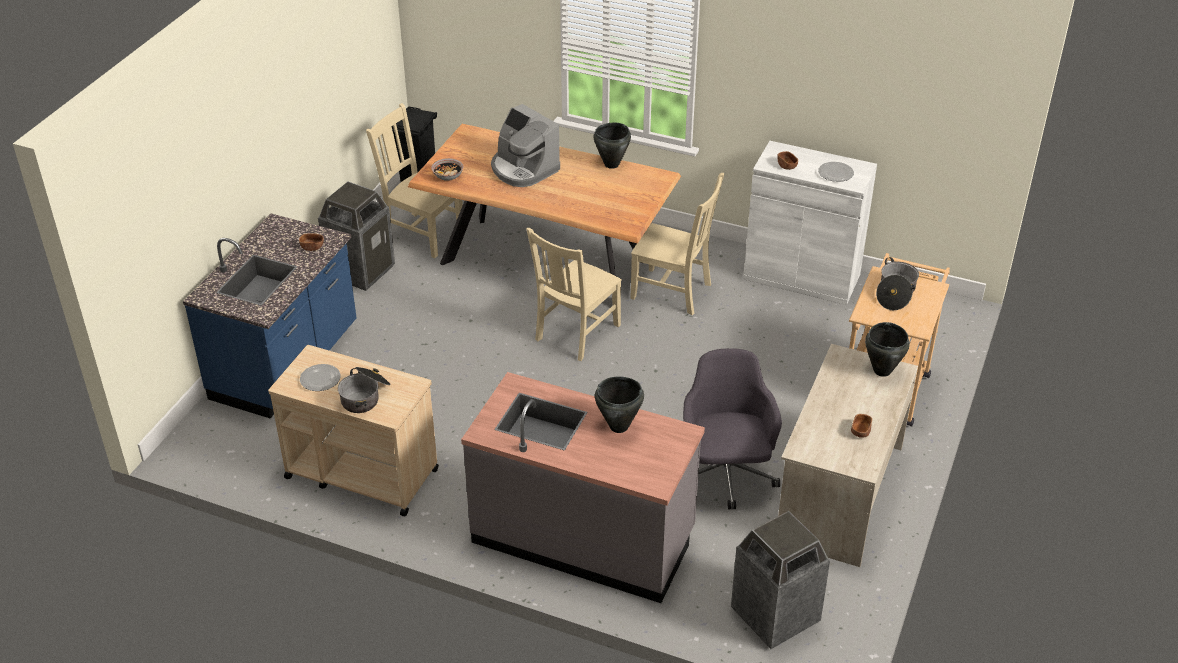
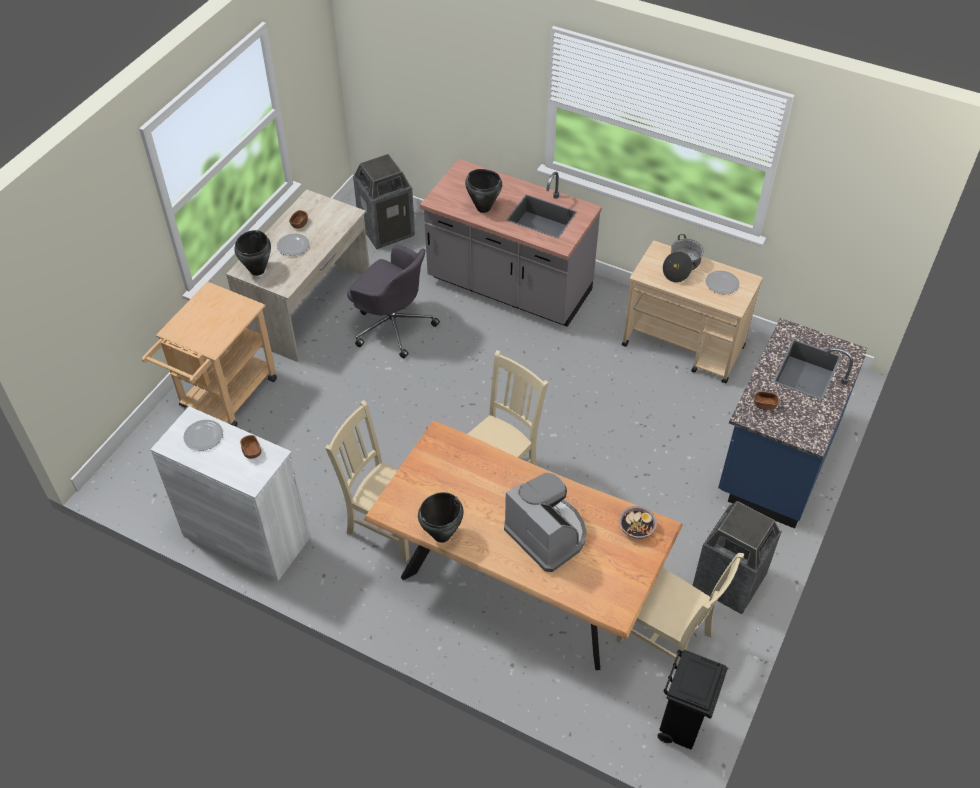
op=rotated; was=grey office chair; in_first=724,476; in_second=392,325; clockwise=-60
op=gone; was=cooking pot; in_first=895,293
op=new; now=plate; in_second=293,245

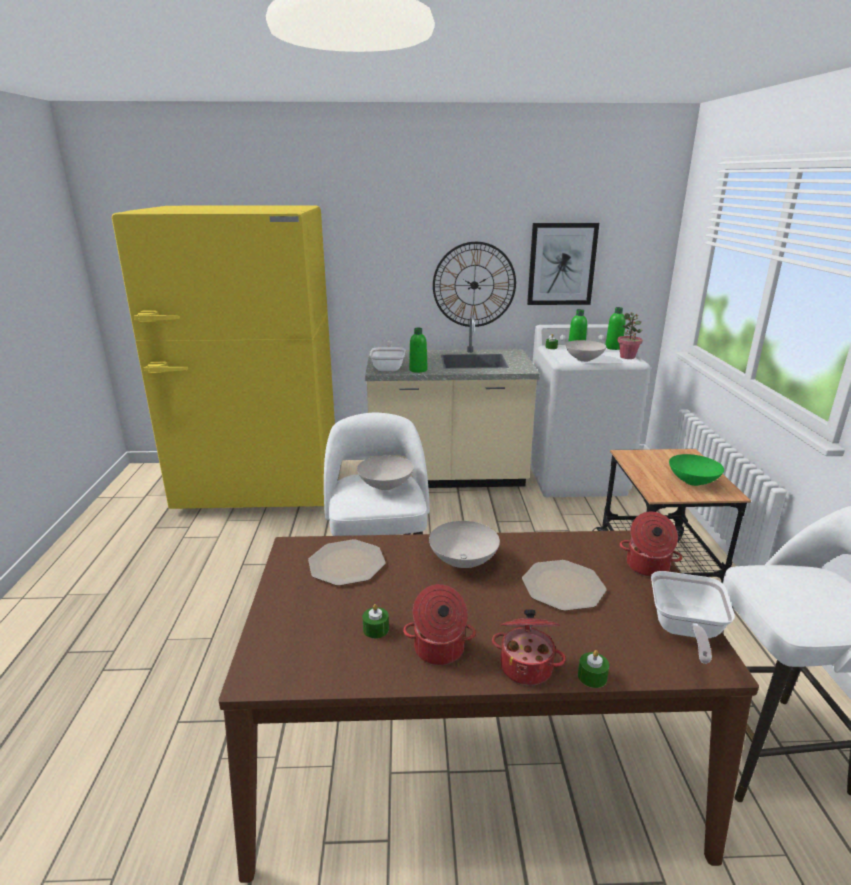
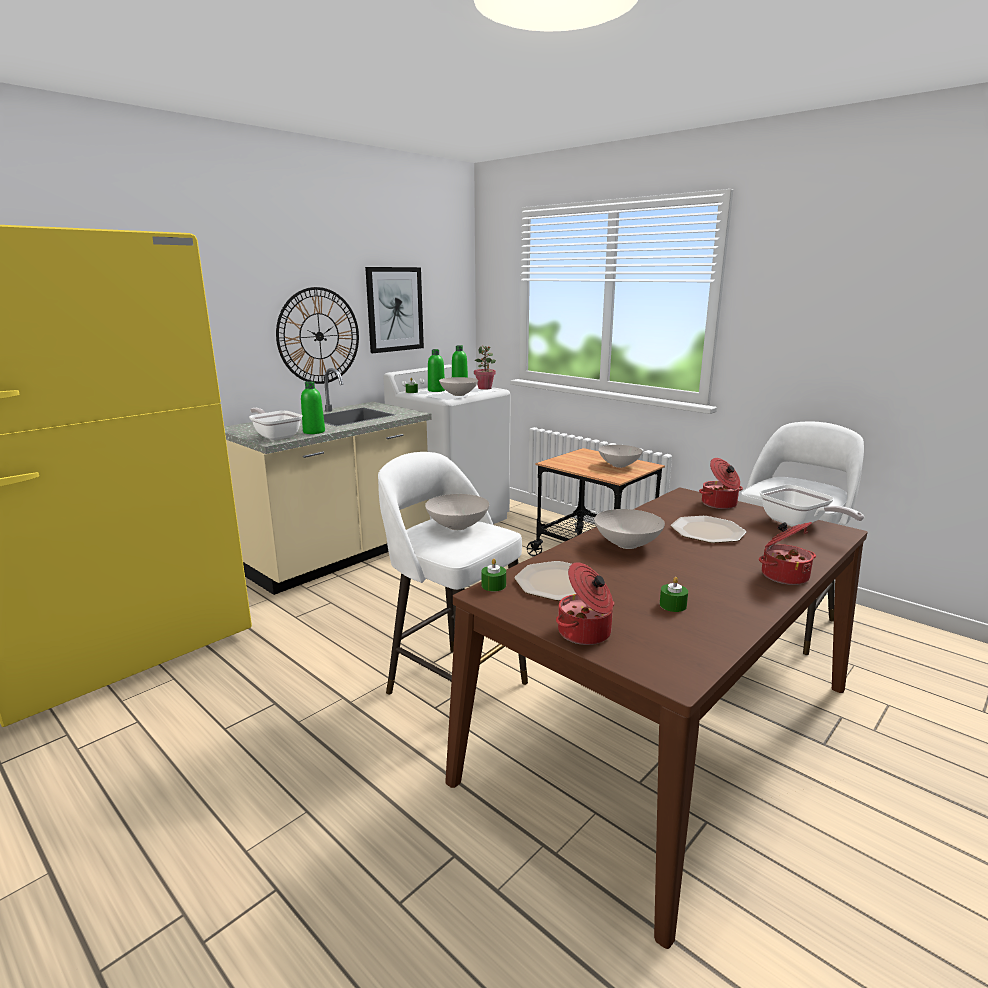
op=shifted; was=cooking pot; in_first=439,650; in_second=585,633
op=shifted; was=green candle; in_first=592,677; in_second=493,585
op=repainted; was=green bowl; now=white bowl; in_first=693,482; in_second=620,465

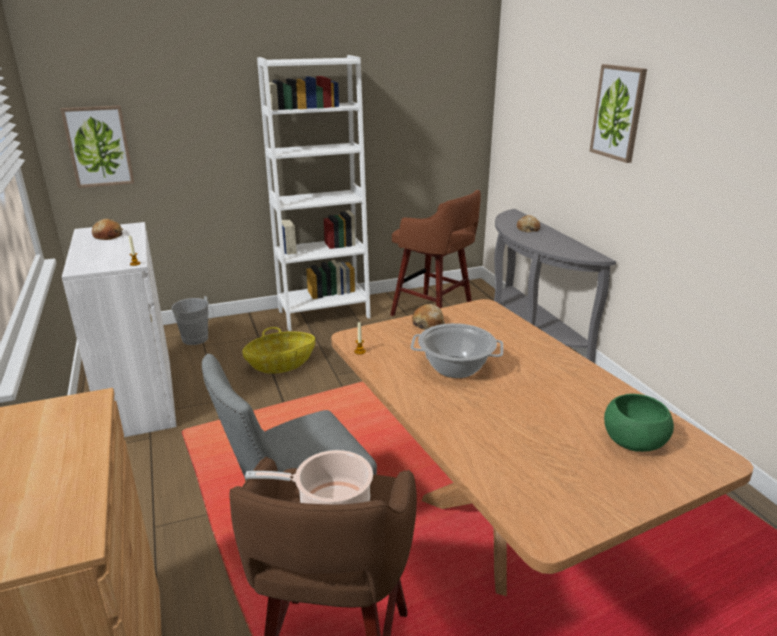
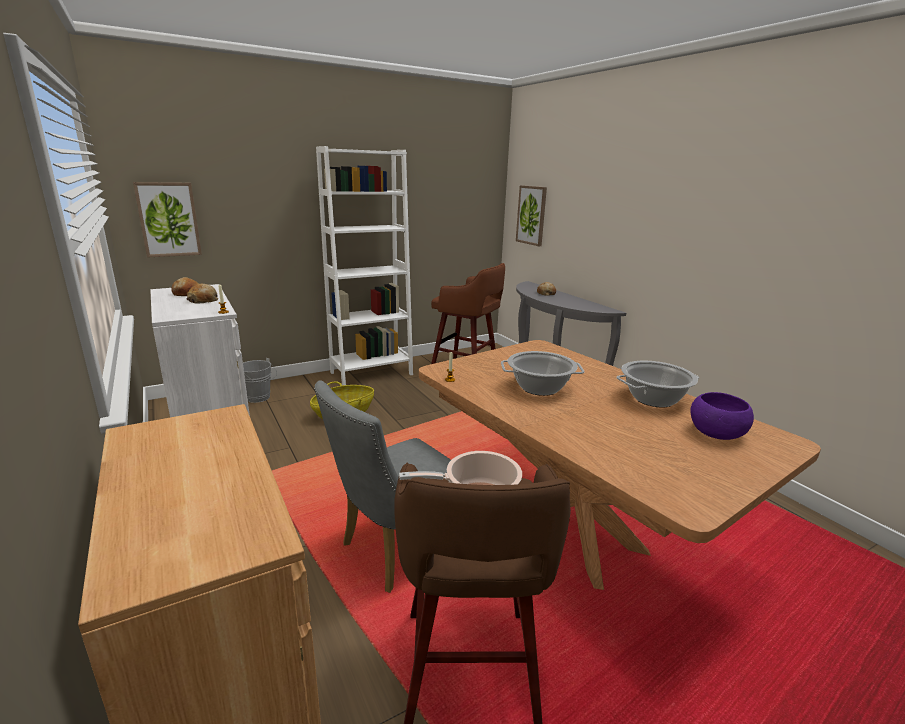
op=shifted; was=bread; in_first=428,323; in_second=203,300
op=shifted; was=picture; in_first=618,112; in_second=531,215
op=repainted; was=green bowl; now=purple bowl; in_first=633,441; in_second=716,433
op=new; now=cooking pot; in_second=653,399

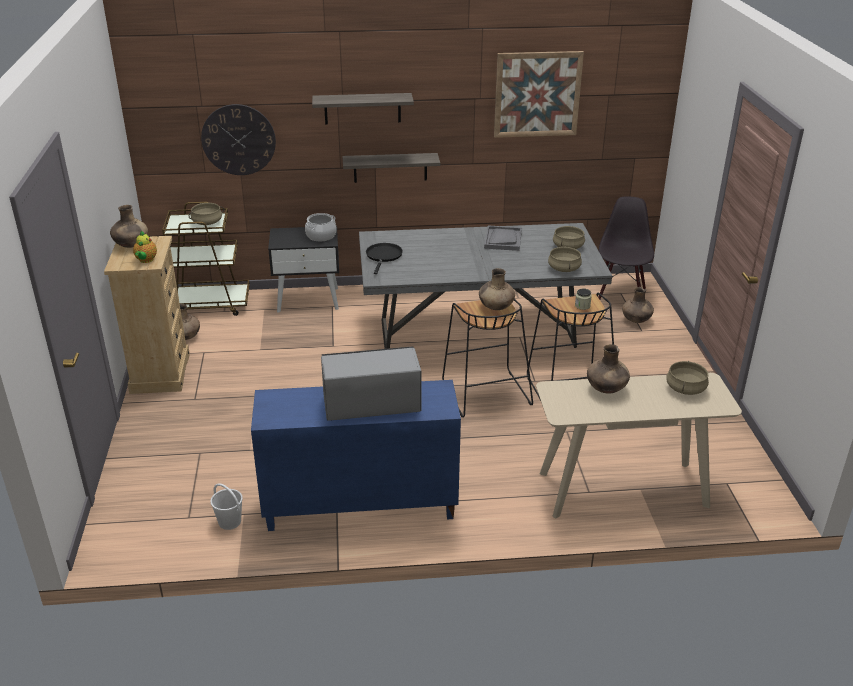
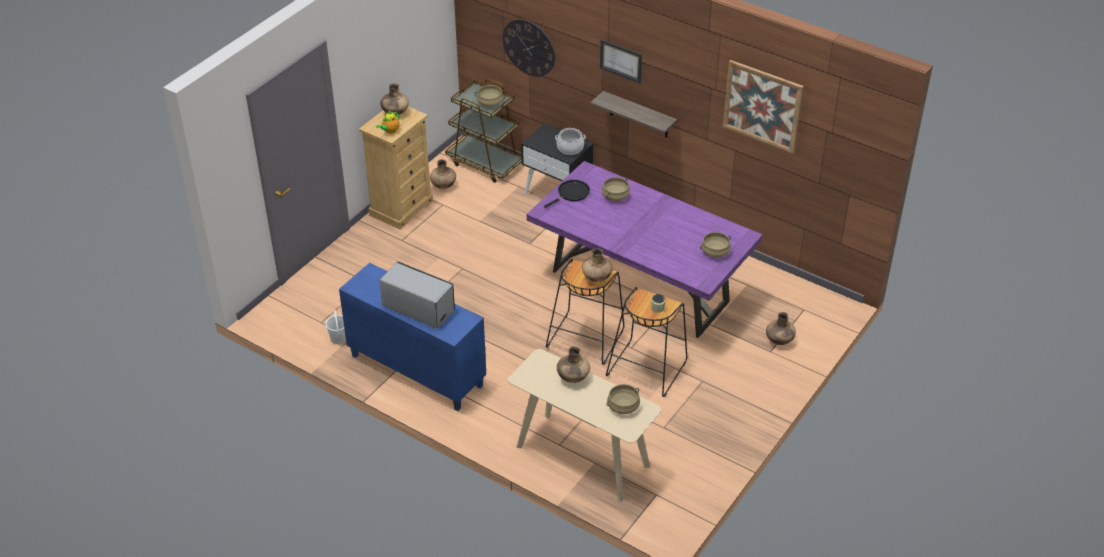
op=swapped; was=shelf; now=picture; in_first=362,108; in_second=621,61
op=repainted; was=grey dining table; now=purple dining table; in_first=477,334; in_second=641,287
op=gone; was=grey tray; in_first=503,239
op=shifted; was=beige cooking pot; in_first=564,269; in_second=615,196
op=gone; was=black chair; in_first=620,295

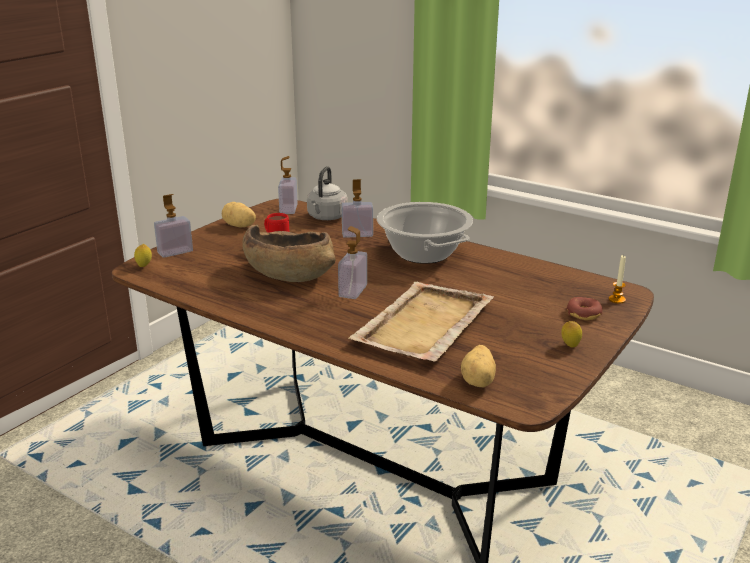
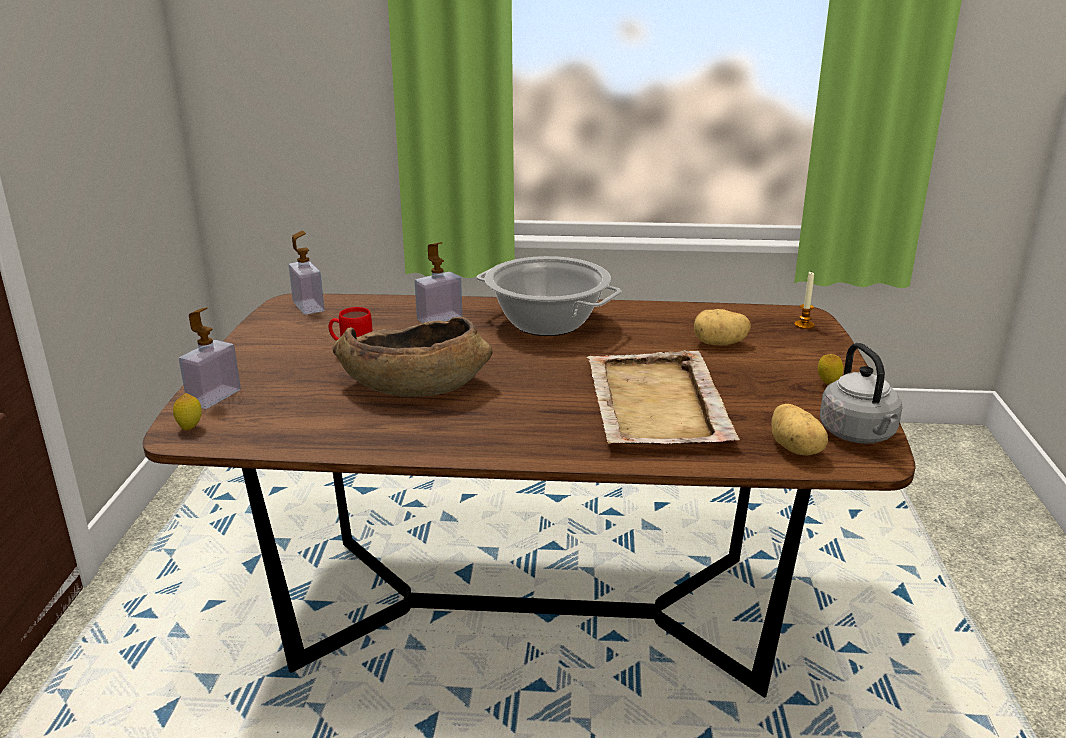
op=shifted; was=potato; in_first=239,226; in_second=719,344
op=shifted; was=grey kettle; in_first=326,217; in_second=859,435
op=gone; was=soap dispenser; in_first=353,291
op=gone; was=donut; in_first=583,314

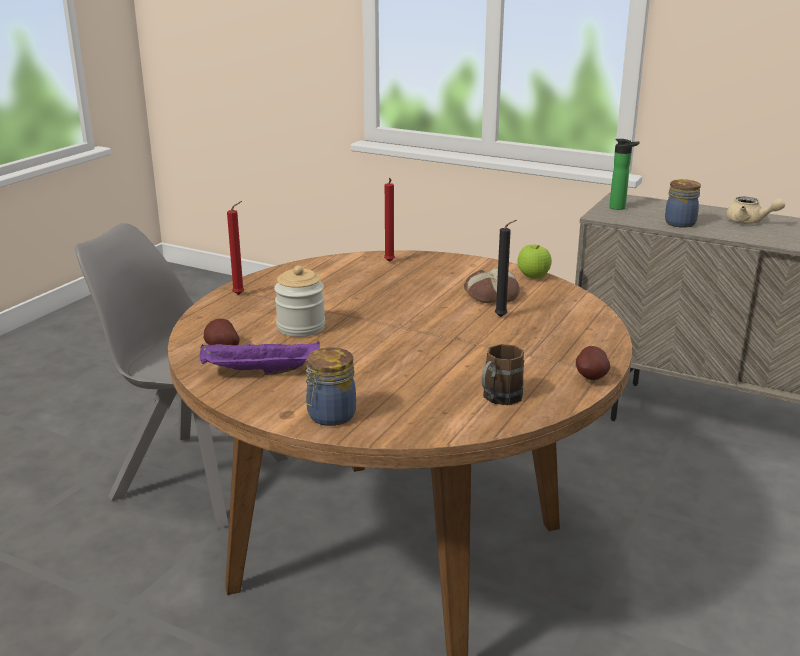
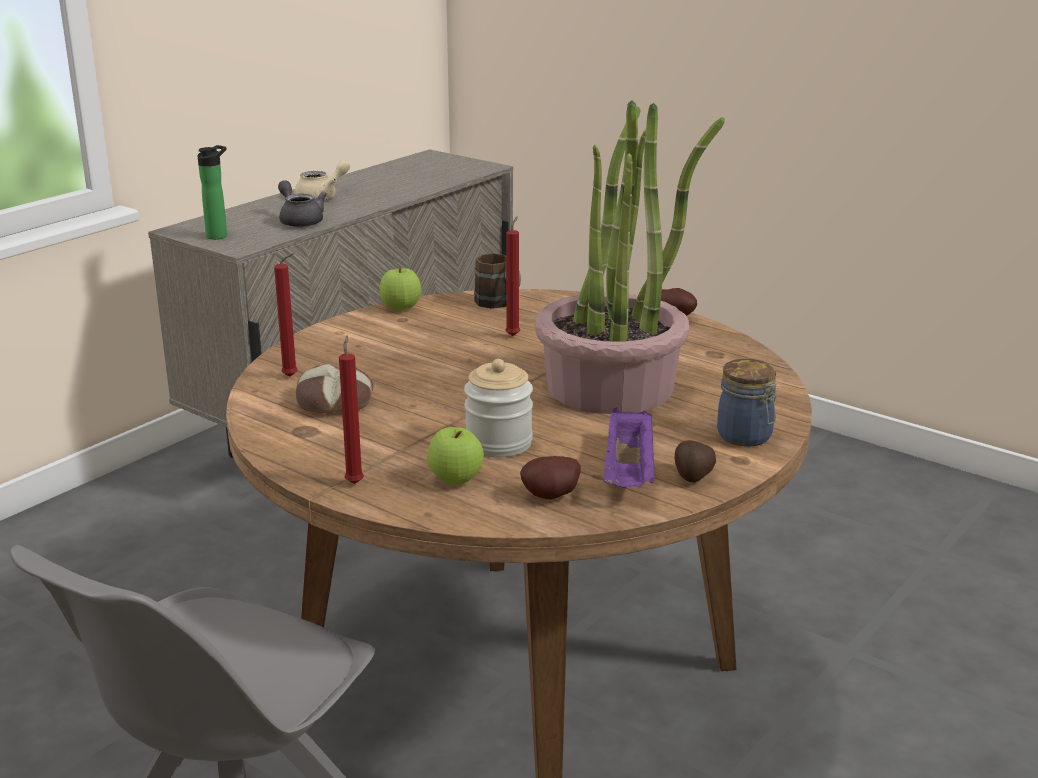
op=shifted; was=bread; in_first=491,294; in_second=334,401
op=shifted; was=brown mug; in_first=497,399; in_second=499,304
op=repainted; was=black candle; now=red candle; in_first=503,317; in_second=514,335
op=swapped; was=jar; now=grey teapot; in_first=680,223; in_second=300,220
op=new; now=apple; in_second=456,480
op=new; now=potted plant; in_second=611,386
op=new; now=potato; in_second=692,477

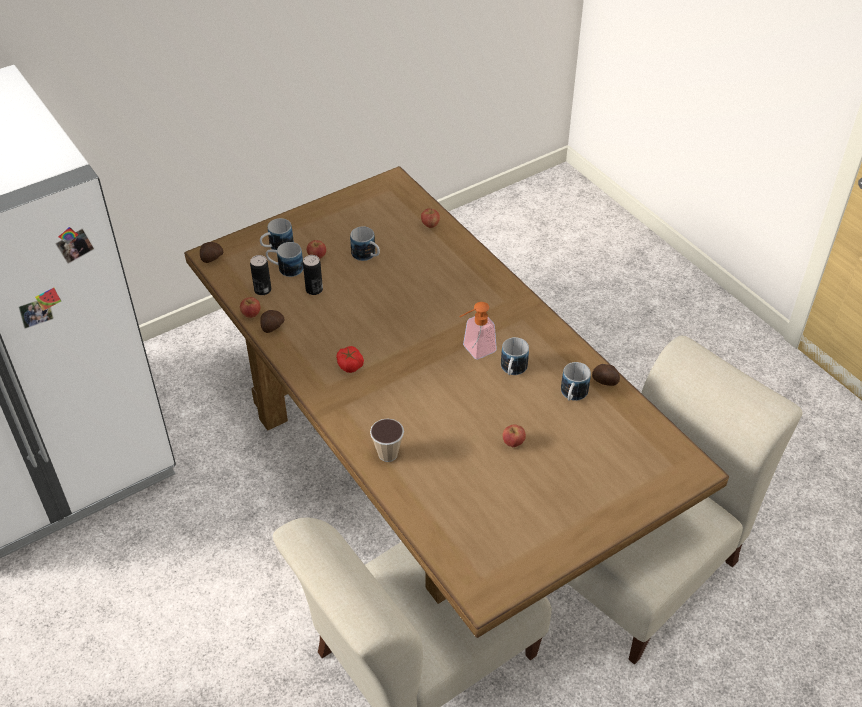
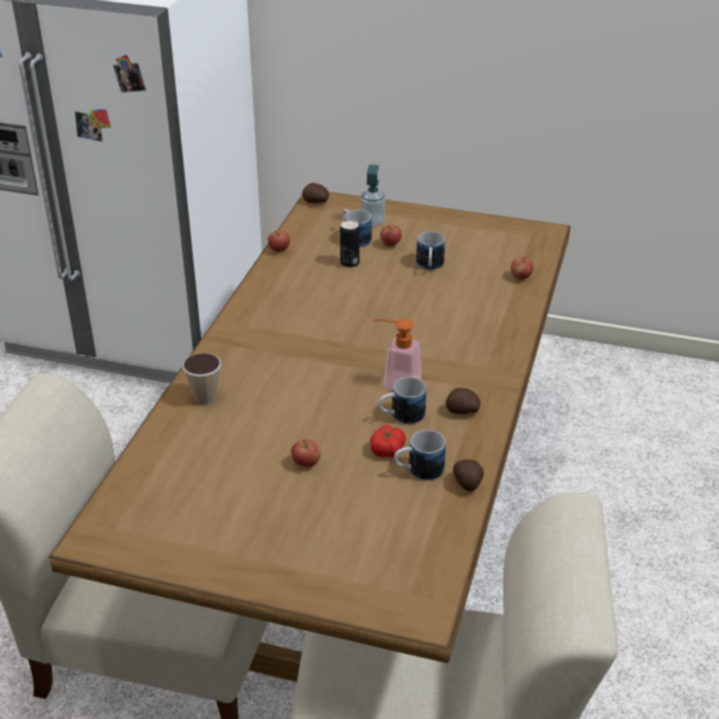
op=gone; was=can; in_first=262,290
op=swapped; was=mug; now=soap dispenser; in_first=277,247; in_second=372,222
op=shifted; was=potato; in_first=272,327; in_second=462,411
op=shifted; was=tomato; in_first=350,365; in_second=387,449

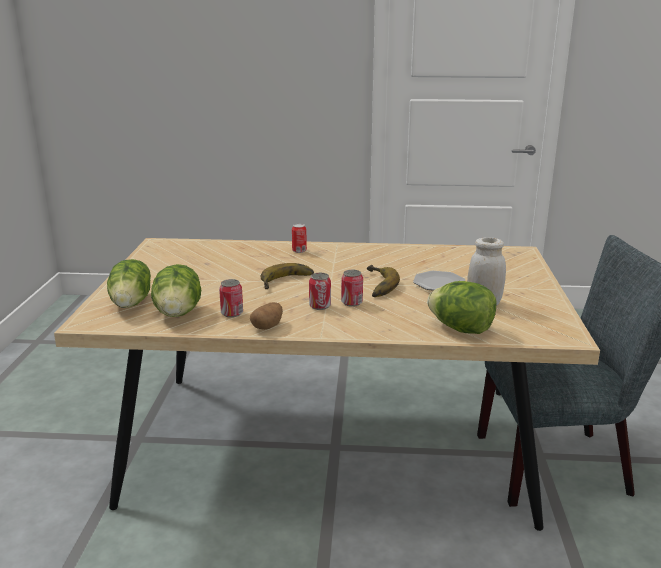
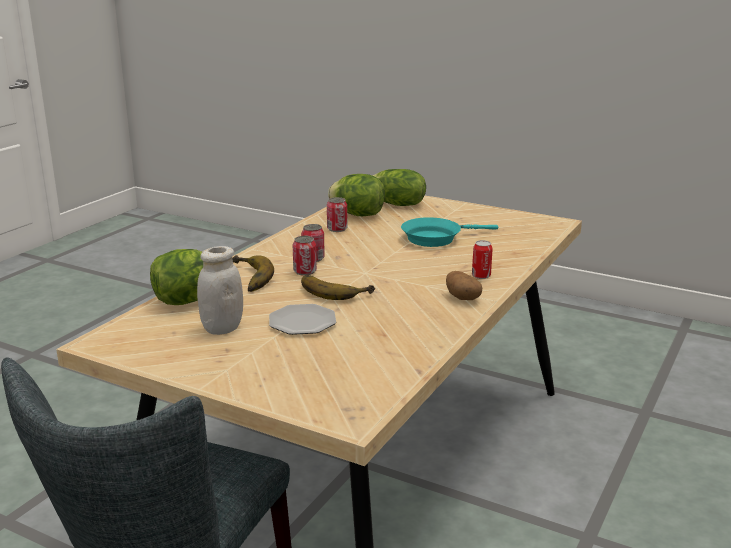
op=shifted; was=potato; in_first=267,326; in_second=463,298
op=shifted; was=banana; in_first=288,282; in_second=246,278
op=new; now=turquoise frying pan; in_second=435,238

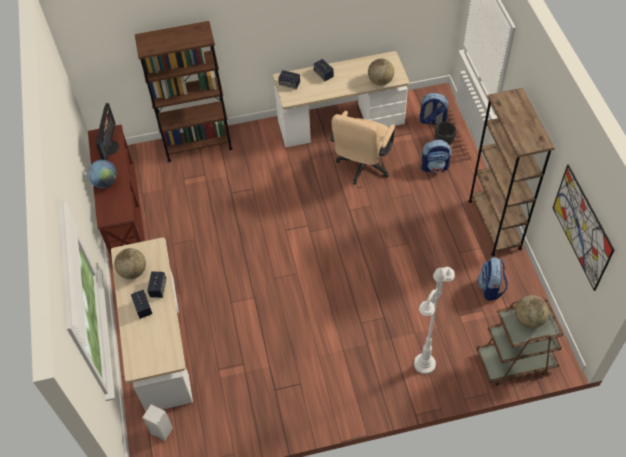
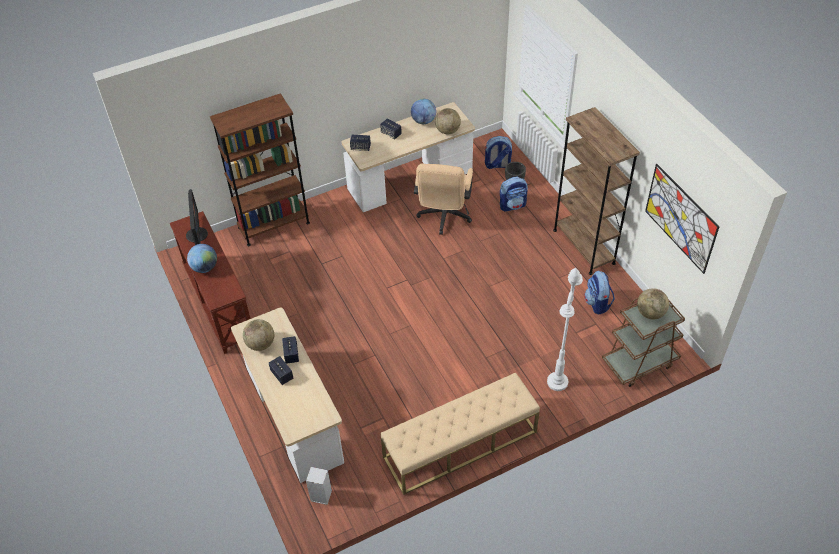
op=new; now=beige bench; in_second=460,444
op=new; now=globe; in_second=423,121

